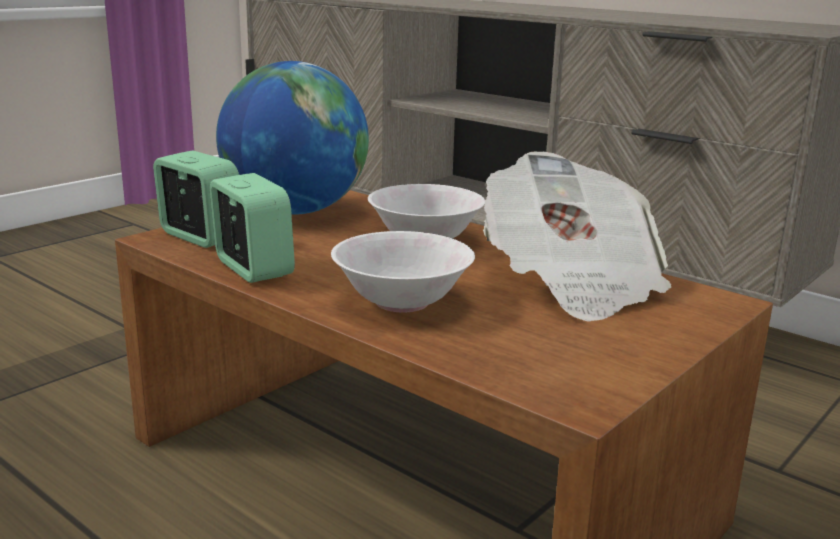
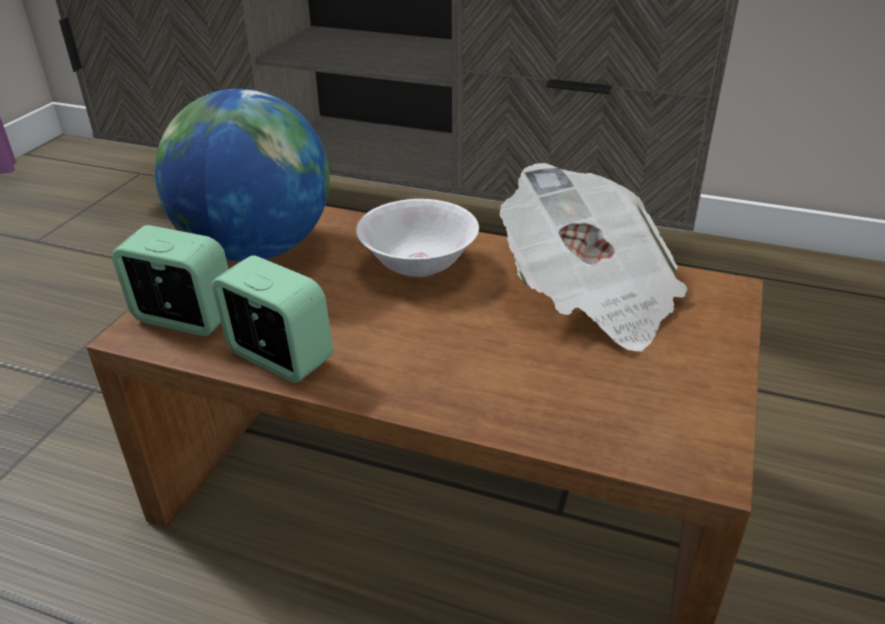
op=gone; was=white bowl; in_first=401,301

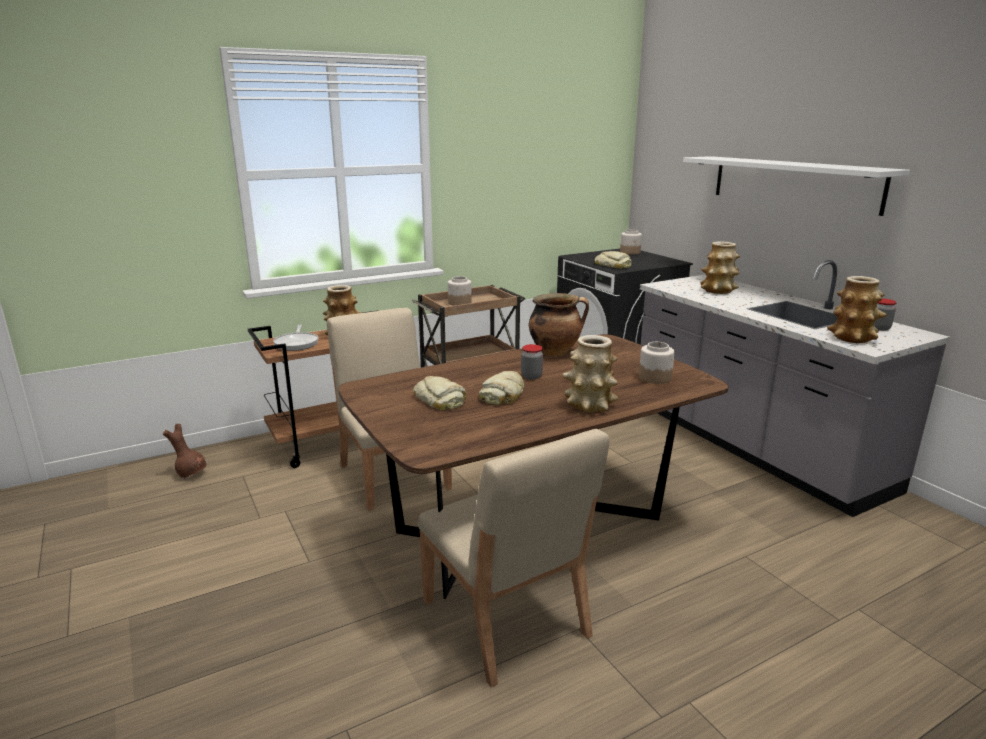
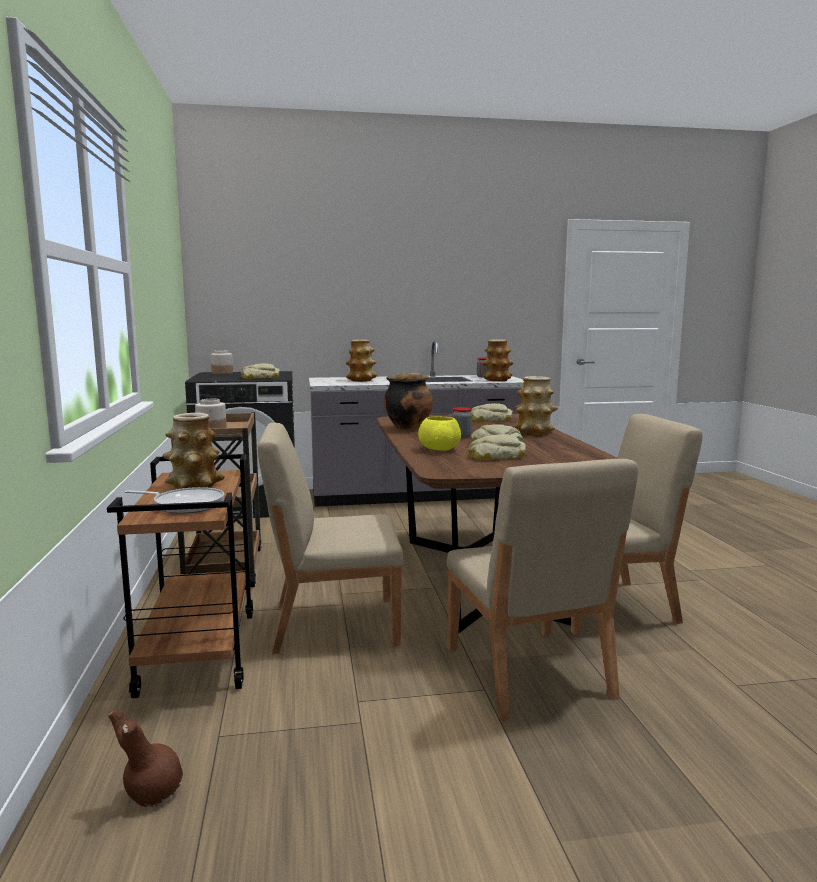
op=swapped; was=jar; now=bread; in_first=655,377; in_second=490,419
op=gone; was=white shelf; in_first=793,183
op=new; now=yellow bowl; in_second=440,449
op=new; now=beige chair; in_second=527,673

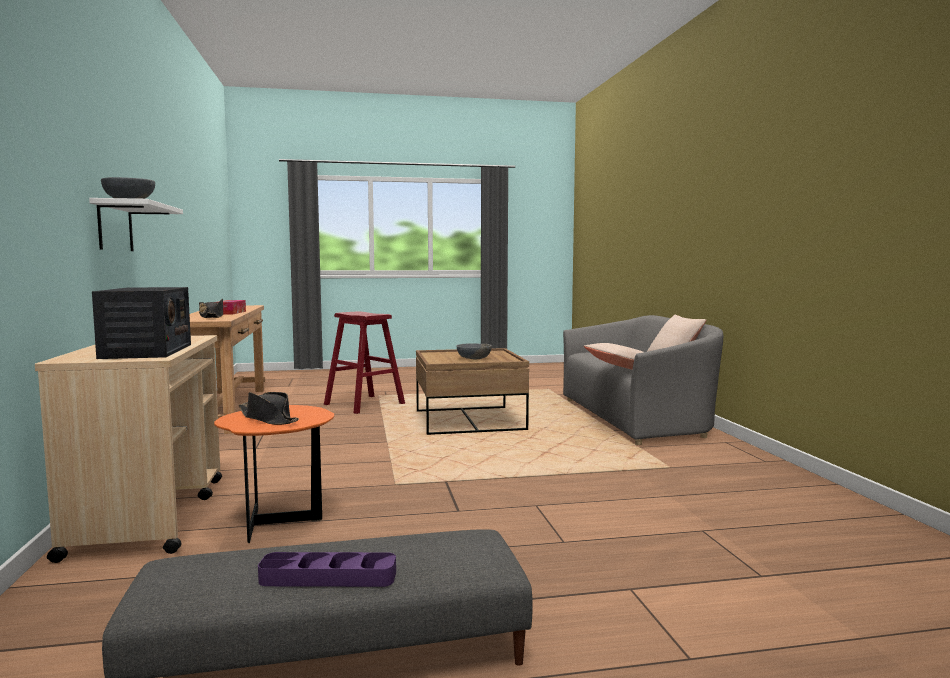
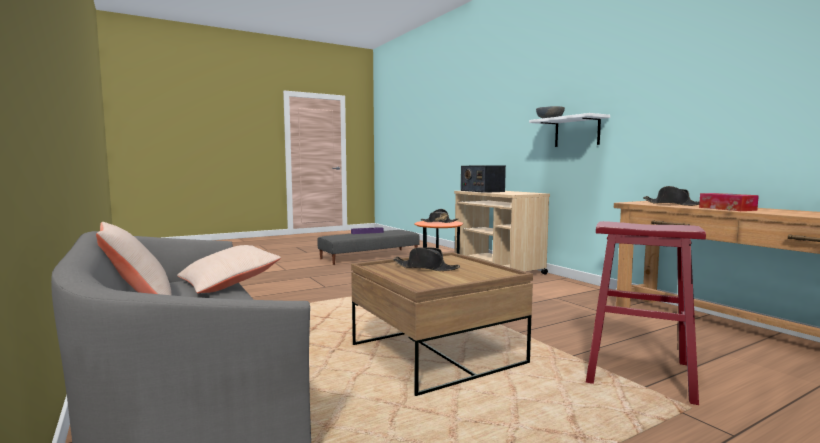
op=swapped; was=grey bowl; now=black hat; in_first=473,358; in_second=426,268

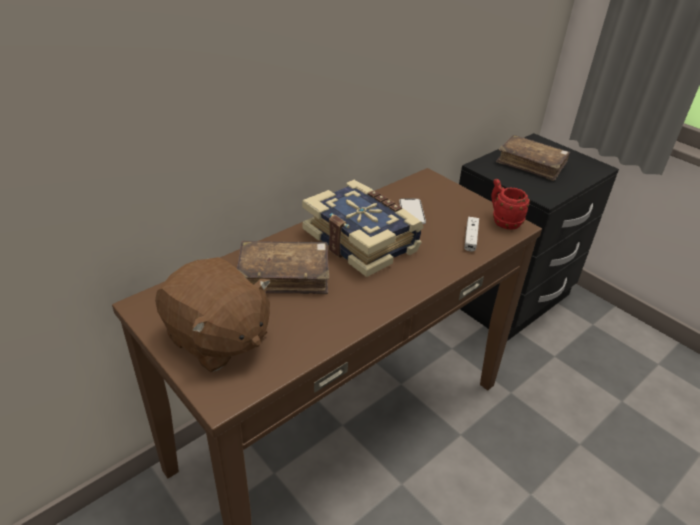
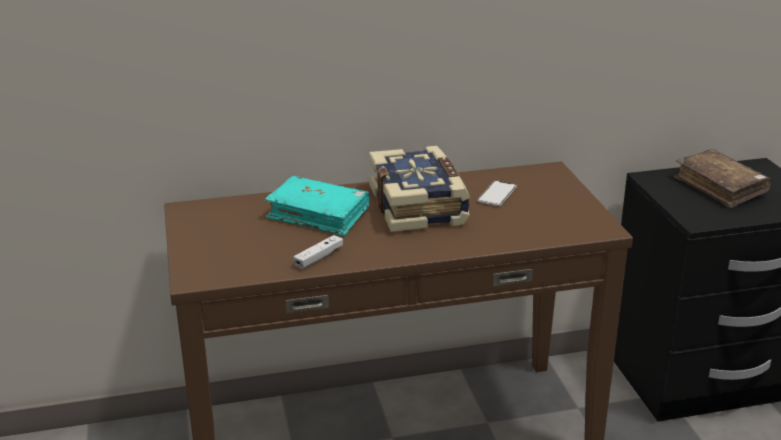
op=gone; was=brown plush toy; in_first=217,339
op=repainted; was=brown book; now=turquoise book; in_first=284,276; in_second=318,215
op=shifted; was=white game controller; in_first=470,238; in_second=319,257
op=gone; was=red mug; in_first=503,221

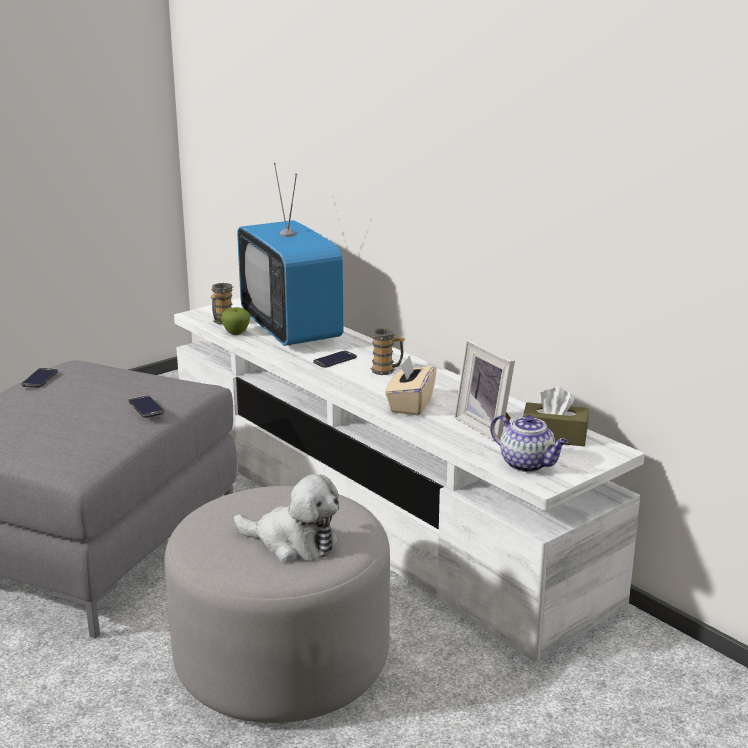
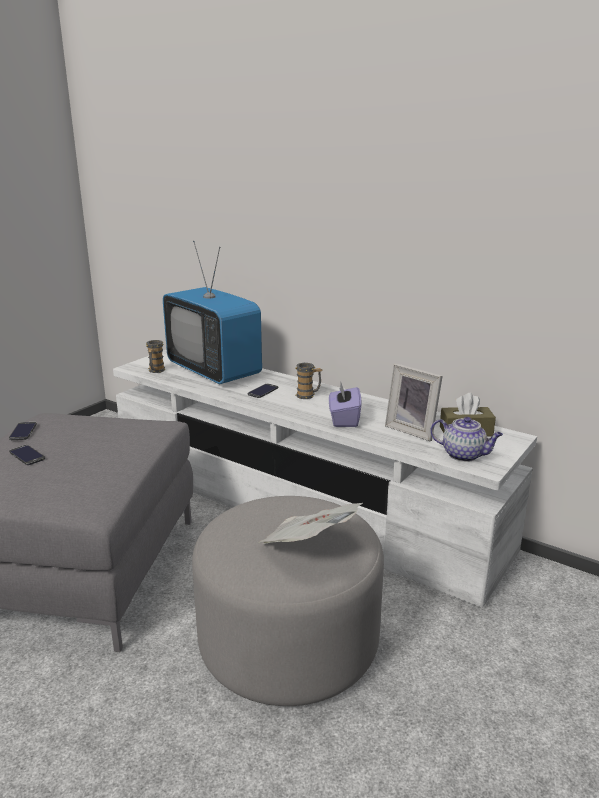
op=shifted; was=phone; in_first=146,407; in_second=27,455
op=gone; was=apple; in_first=236,333
op=swapped; was=plush toy; now=newspaper; in_first=293,542; in_second=309,546
op=repainted; was=beige tissue box; now=purple tissue box; in_first=410,405; in_second=344,419

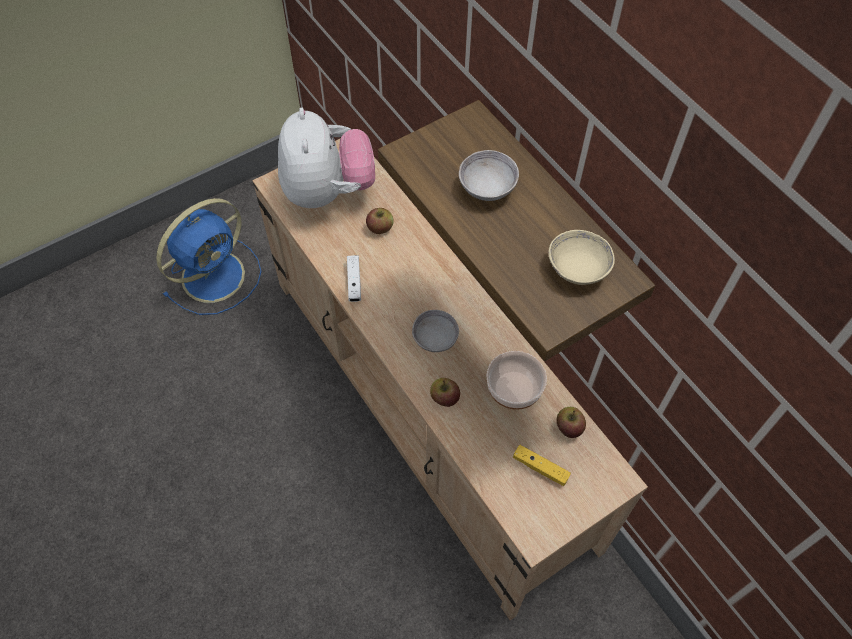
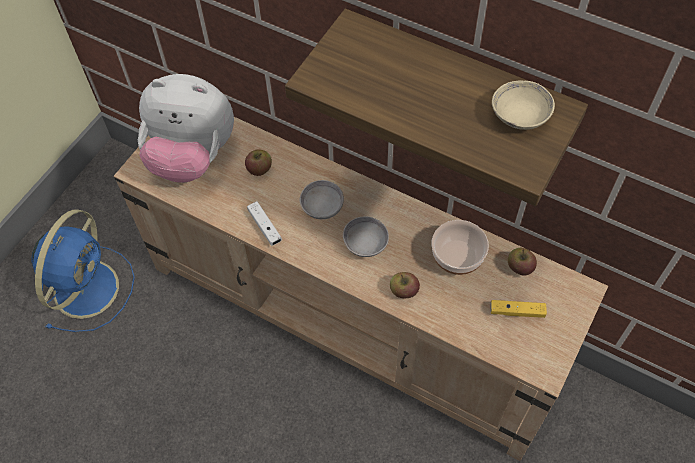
op=rotated; was=plush toy; in_first=328,191; in_second=192,156; clockwise=135
op=shifted; was=grey bowl; in_first=487,187; in_second=322,207

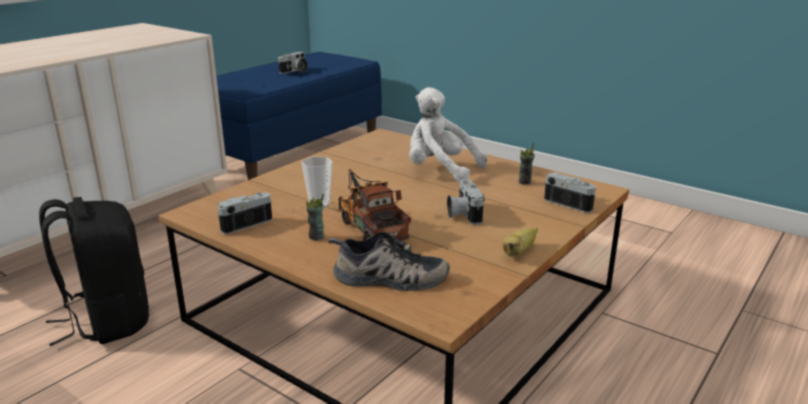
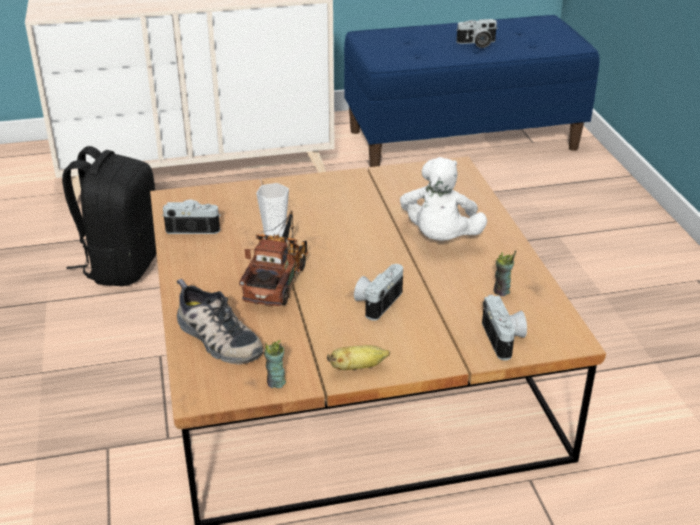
op=shifted; was=cup; in_first=316,237; in_second=276,382
op=rotated; was=white plush toy; in_first=440,170; in_second=440,238; clockwise=-150

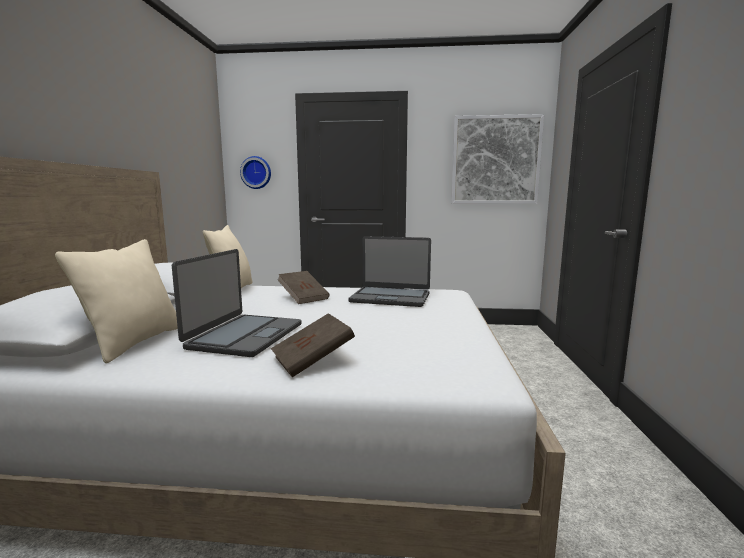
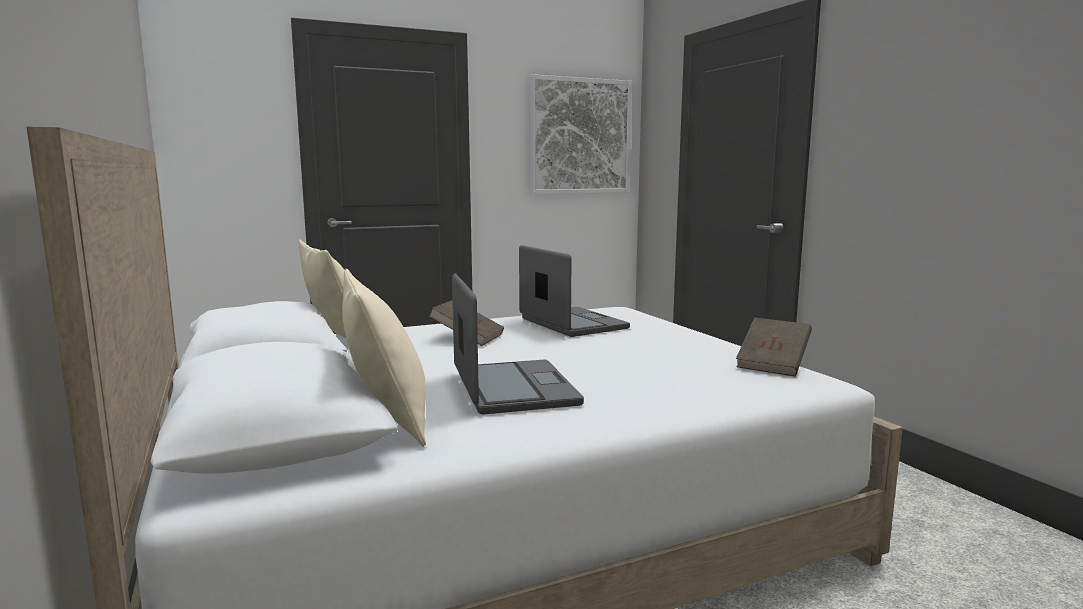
op=gone; was=wall clock; in_first=256,172
op=shifted; was=brown book; in_first=312,361; in_second=773,364
op=rotated; was=laptop; in_first=390,298; in_second=571,324; clockwise=-105

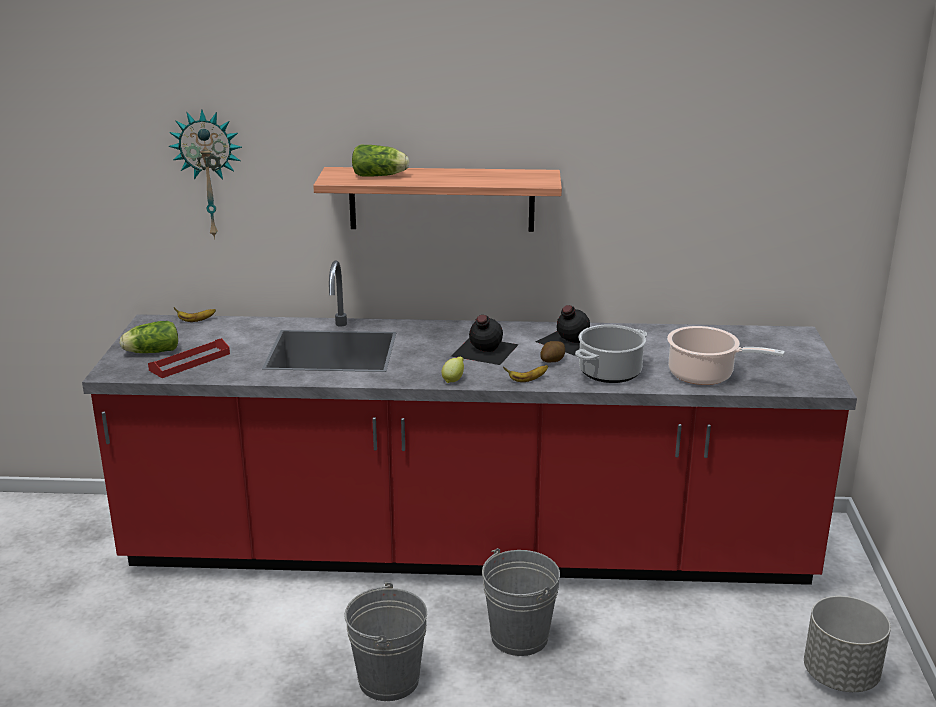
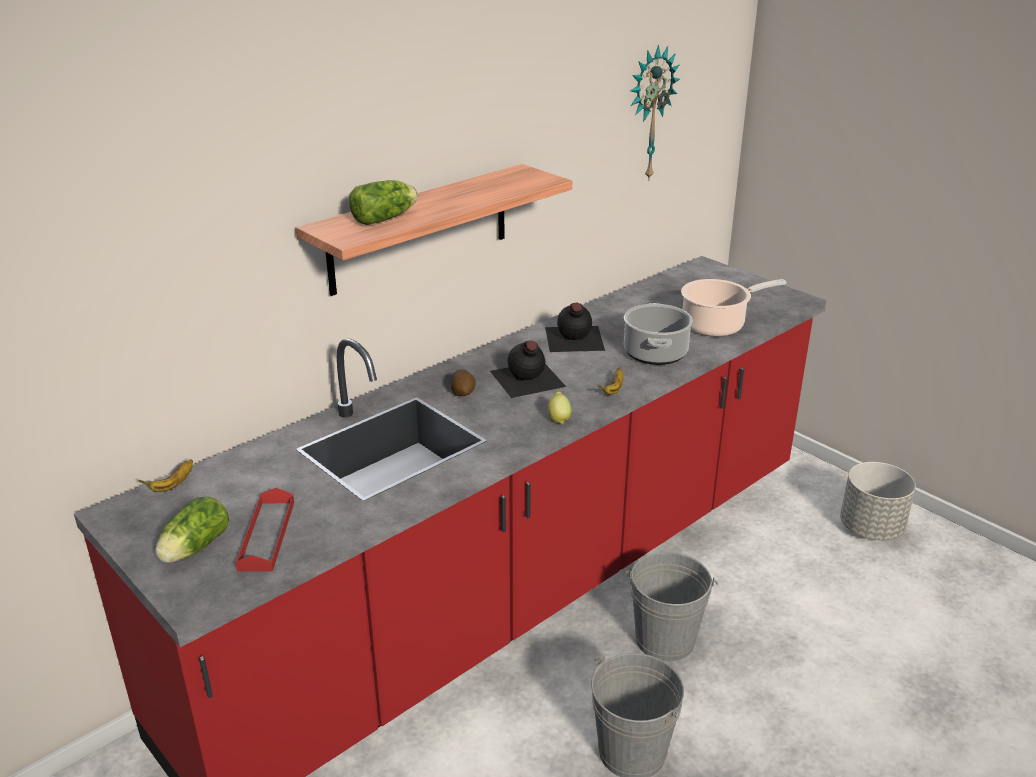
op=shifted; was=wall clock; in_first=209,174; in_second=648,114
op=shifted; was=potato; in_first=552,361; in_second=463,393

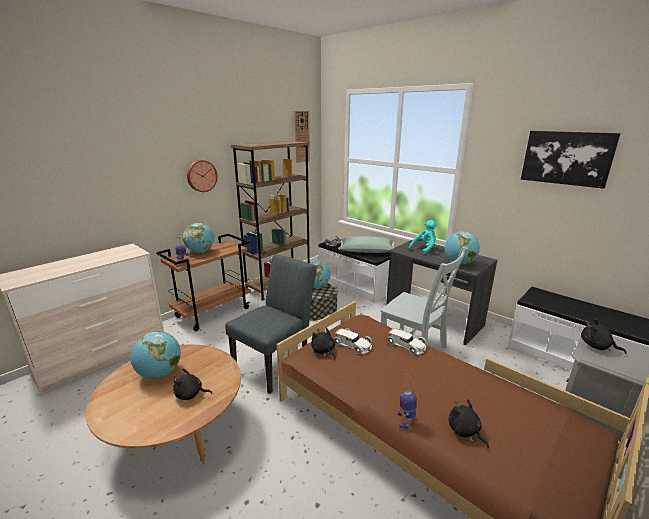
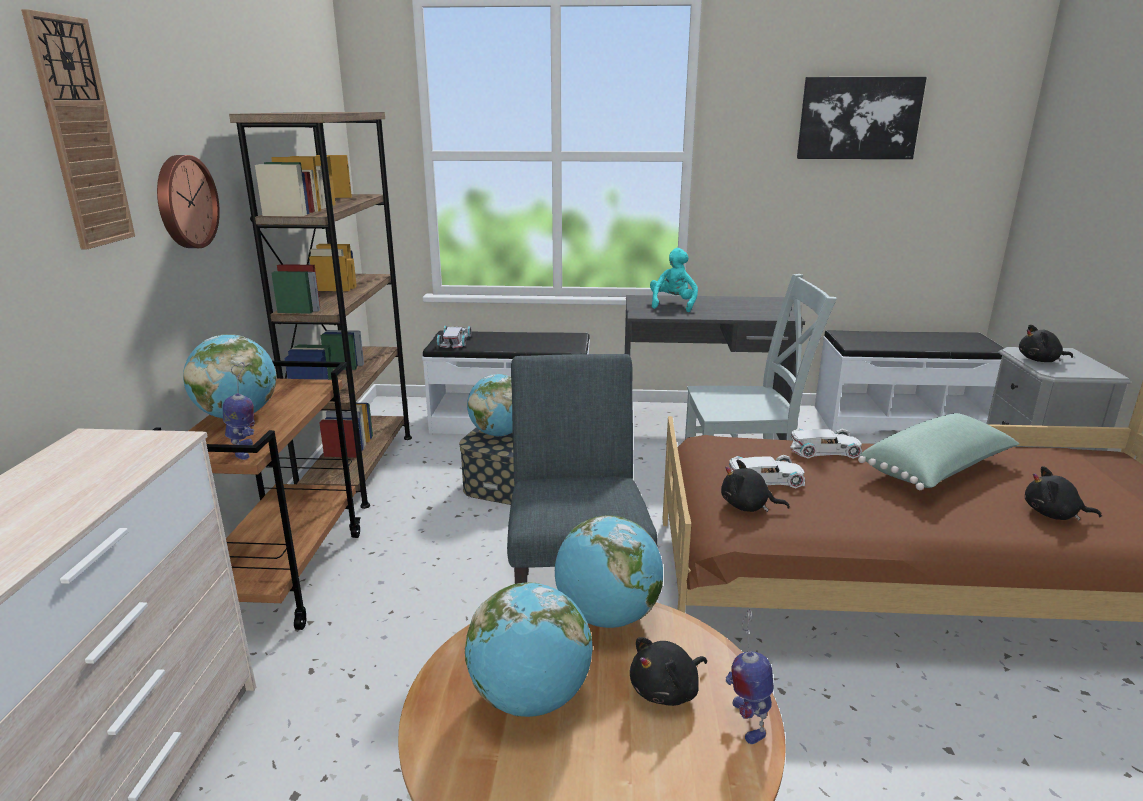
op=shifted; was=wall clock; in_first=301,137; in_second=80,134
op=shifted; was=green pillow; in_first=366,252; in_second=937,471
op=shifted; was=toy robot; in_first=406,420; in_second=746,721
op=shifted; was=globe; in_first=459,263; in_second=607,617

